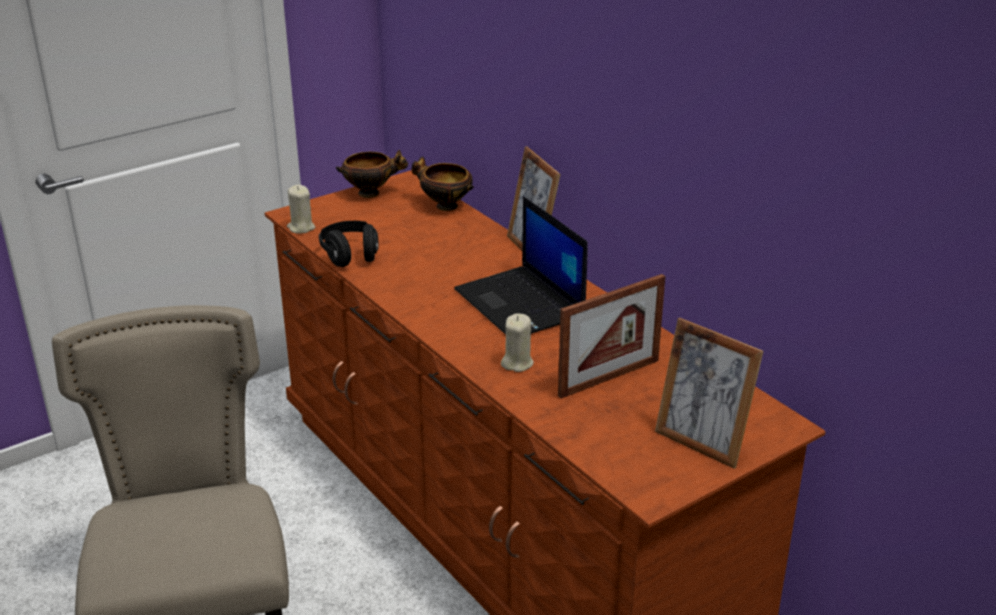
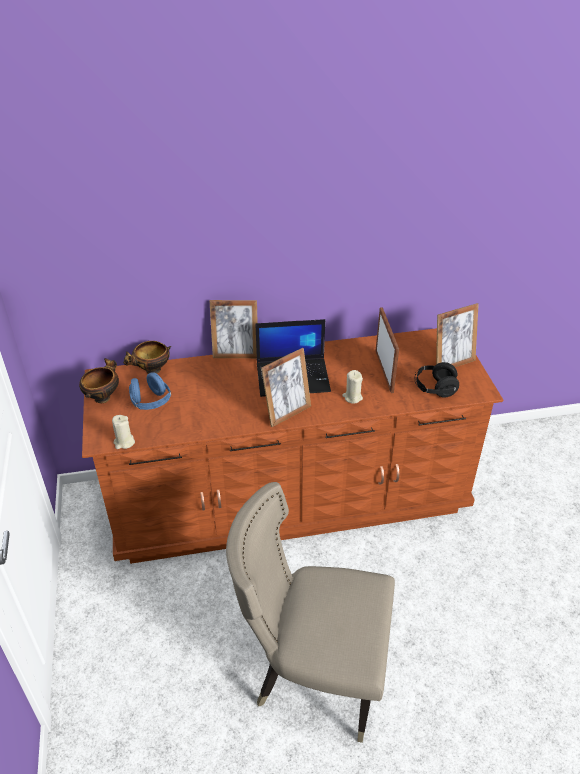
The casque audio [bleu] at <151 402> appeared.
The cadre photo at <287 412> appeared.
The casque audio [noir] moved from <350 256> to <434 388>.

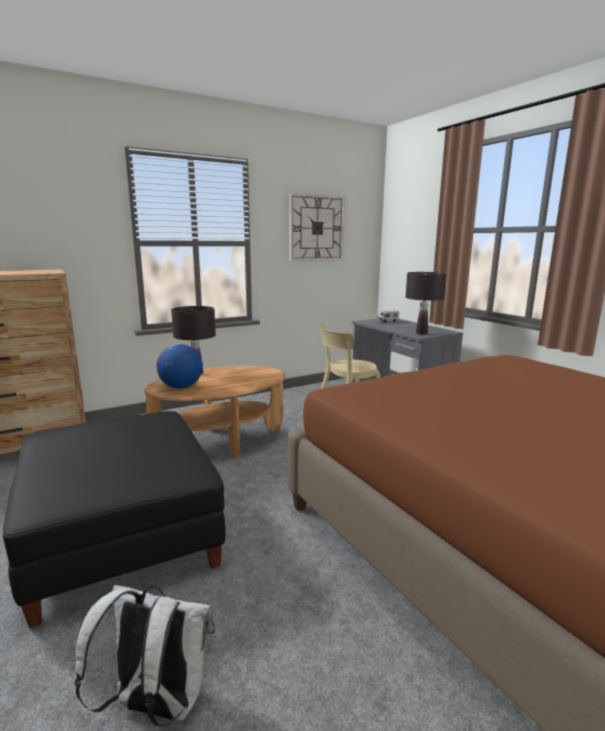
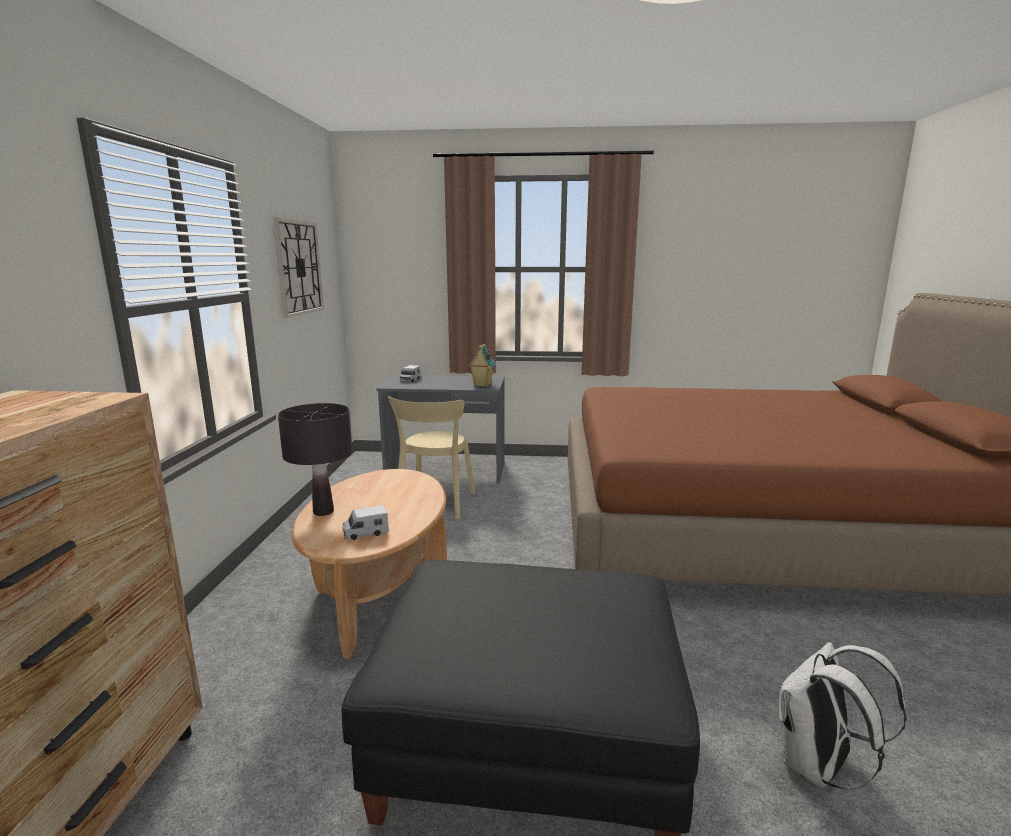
The globe at <181 387> was replaced by the camion jouet at <365 533>.
The lampe de table [noir] at <421 333> was replaced by the maison miniature at <482 385>.

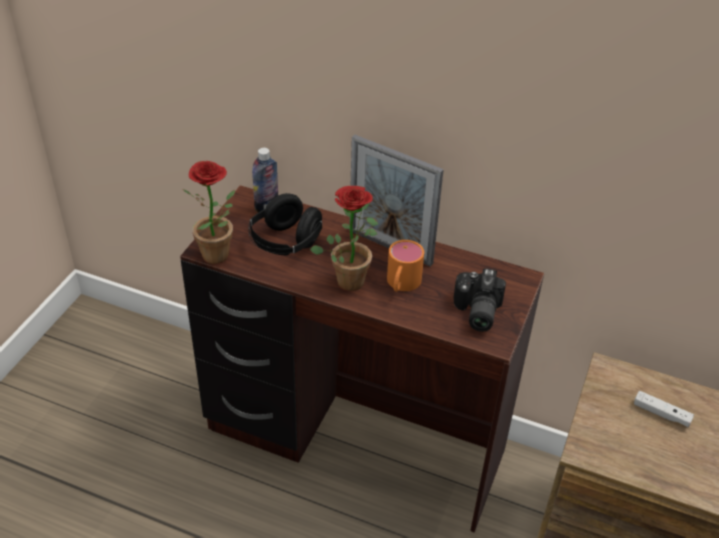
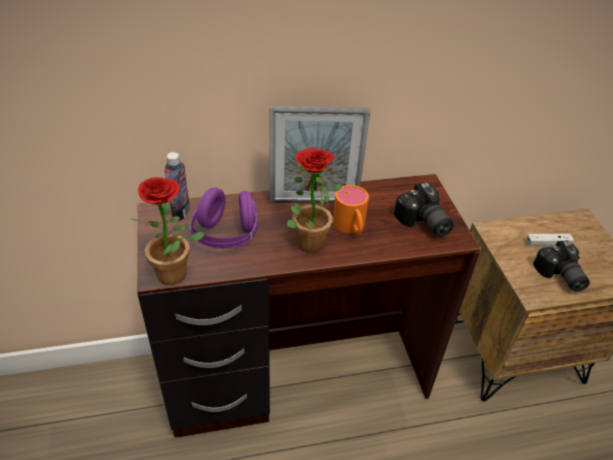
The casque audio [noir] at <285 243> became the casque audio [violet] at <226 235>.
The appareil photo at <559 276> appeared.

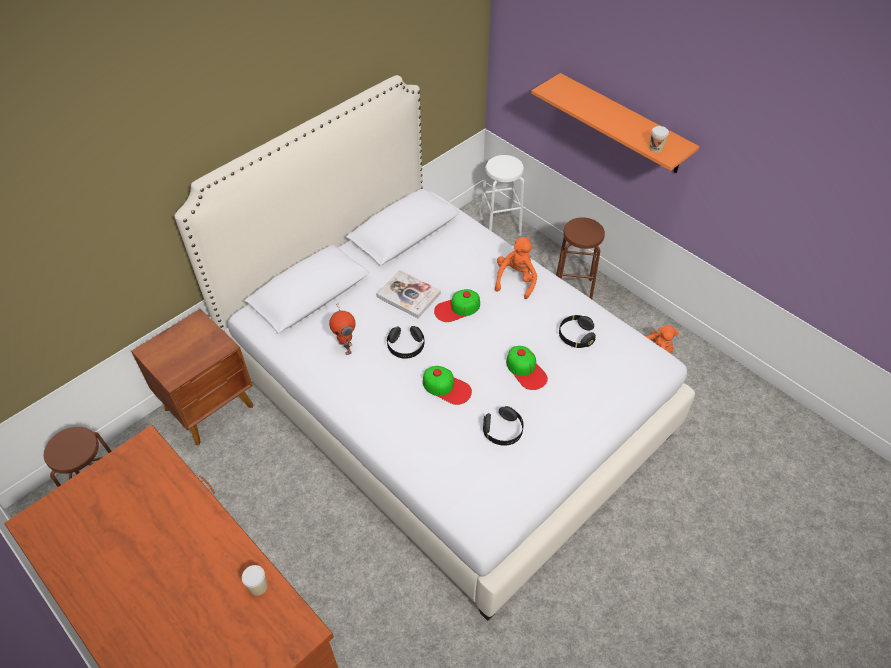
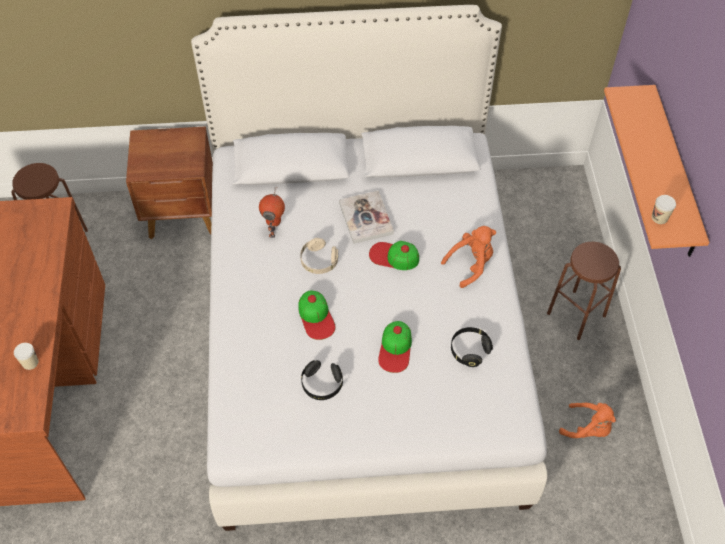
The casque audio [noir] at <406 347> became the casque audio [beige] at <319 261>.
The tabouret [blanc] at <500 226> disappeared.

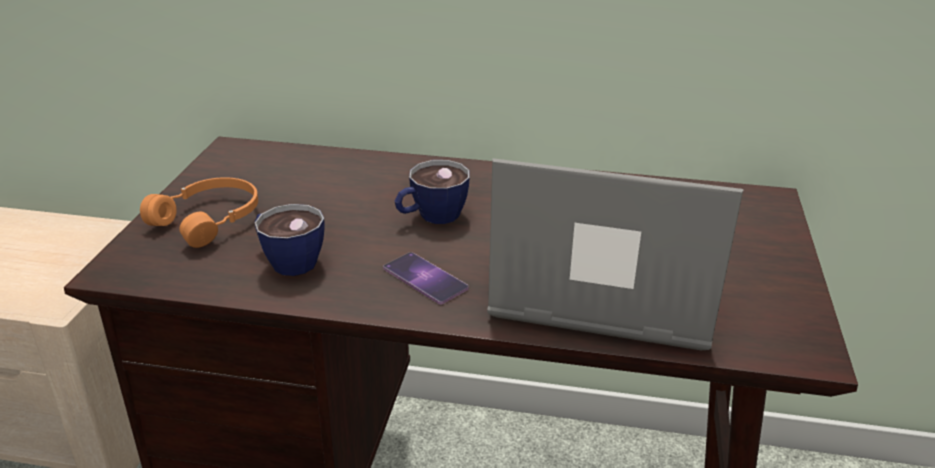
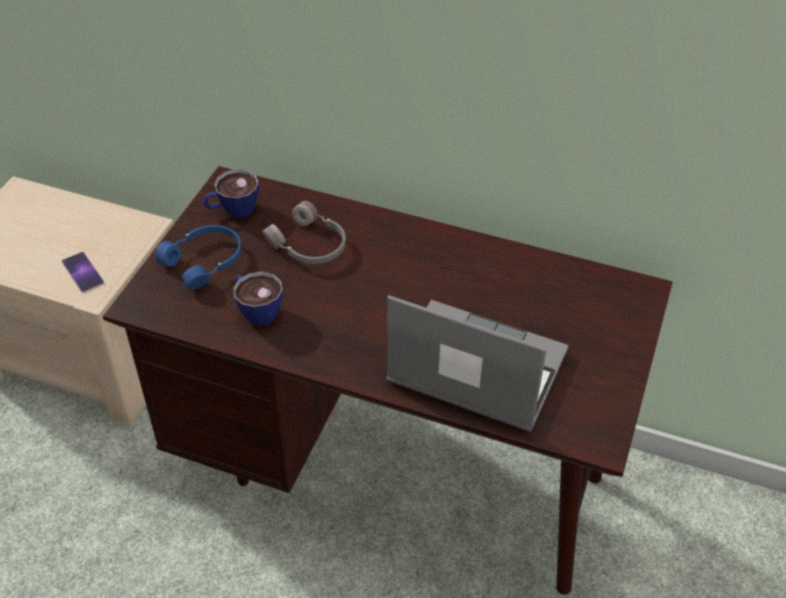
The téléphone moved from <425 278> to <82 272>.
The casque audio [orange] at <210 220> became the casque audio [bleu] at <205 262>.
The tasse moved from <431 217> to <233 210>.
The casque audio [gris] at <308 246> appeared.

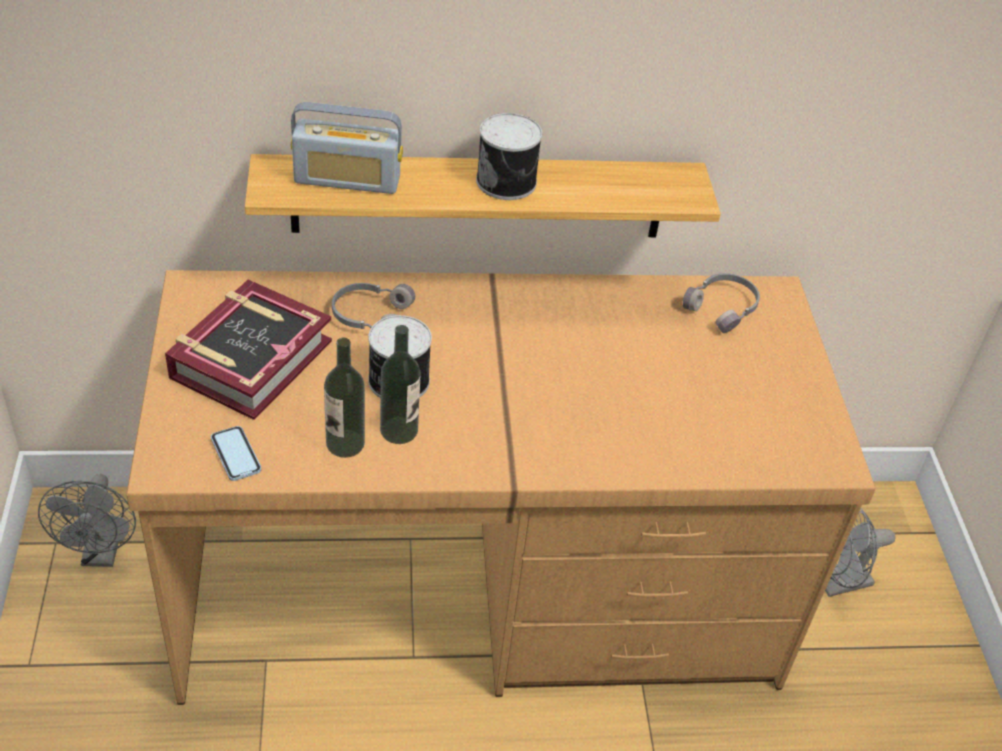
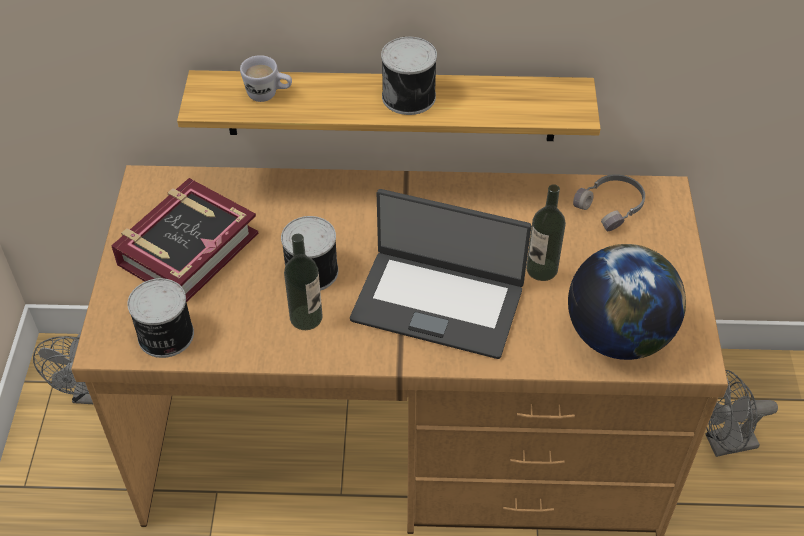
The téléphone at <236 455> was replaced by the boîte métallique at <165 336>.
The radio at <347 180> was replaced by the mug [blanc] at <268 95>.
The ordinateur portable at <438 302> appeared.
The bouteille moved from <345 443> to <541 269>.
The globe at <617 336> appeared.
The casque audio [gris] at <371 315> disappeared.

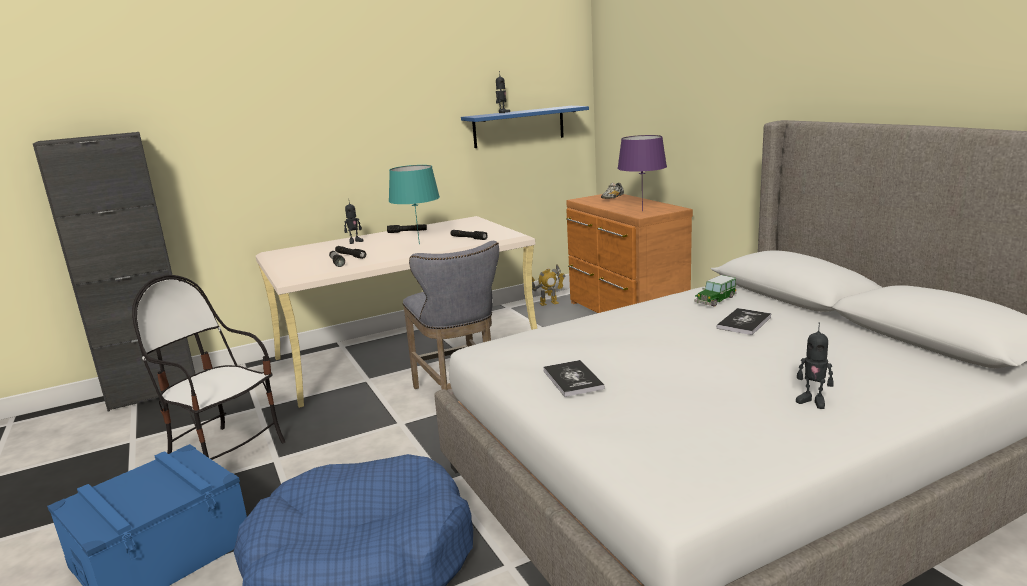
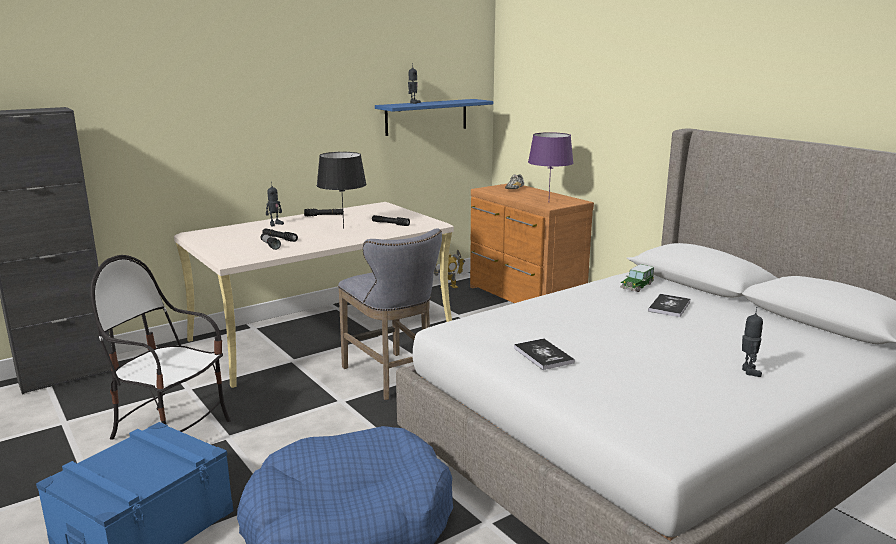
The lampe de table [turquoise] at <419 244> became the lampe de table [noir] at <343 228>.
The robot jouet at <812 401> turned 120 degrees counterclockwise.

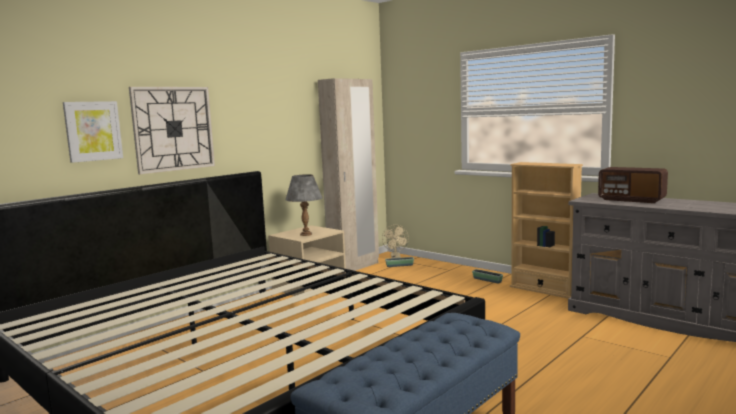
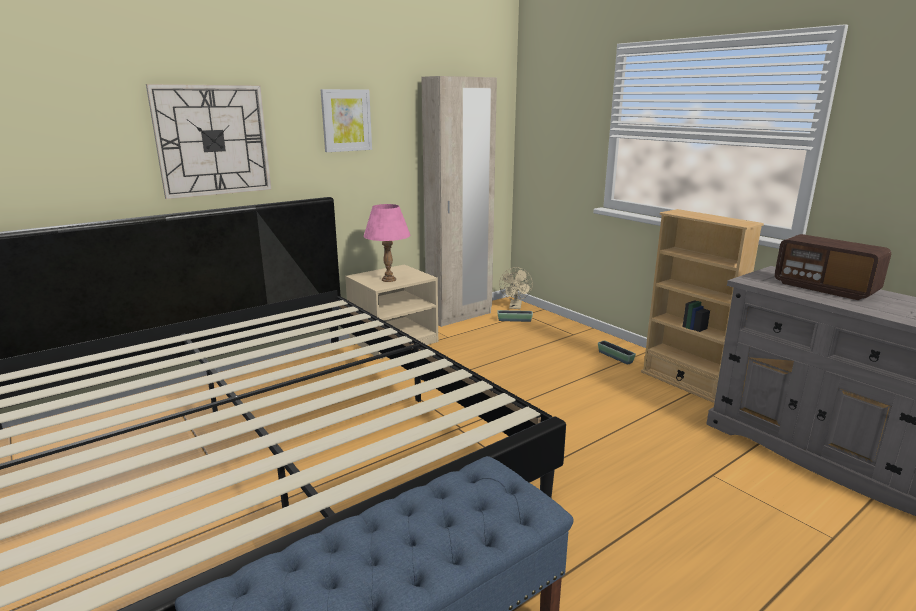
The tableau moved from <93 131> to <346 120>.
The lampe de table [gris] at <306 234> became the lampe de table [rose] at <389 279>.

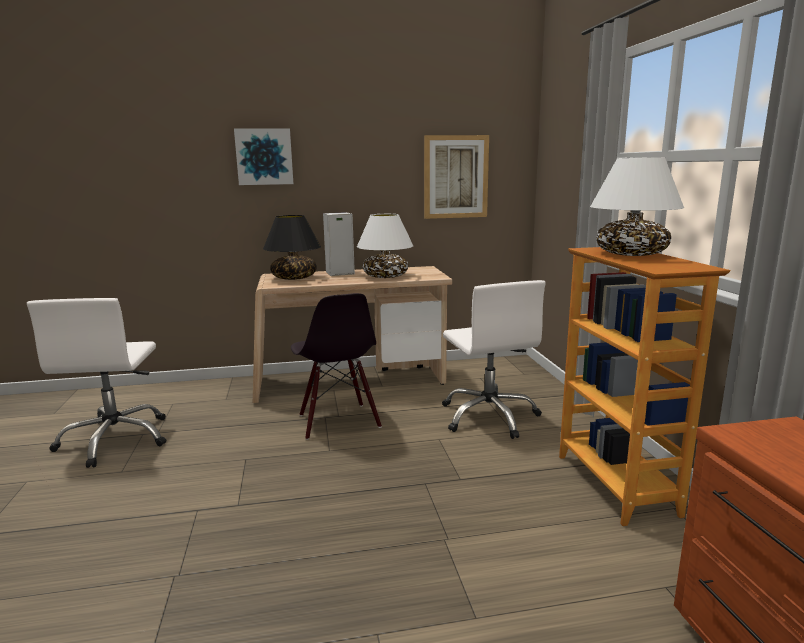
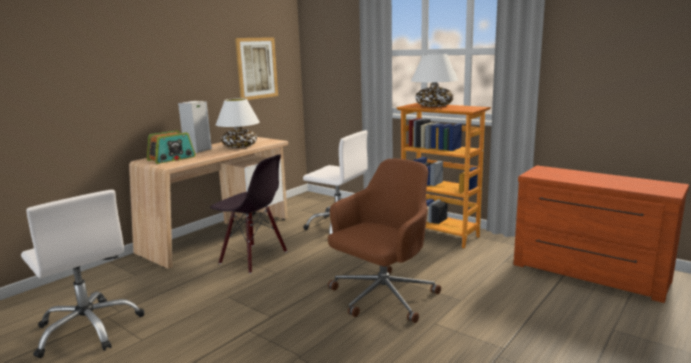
The lampe de table [noir] at <294 278> was replaced by the radio at <172 158>.
The chaise de bureau [marron] at <382 297> appeared.
The tableau at <264 157> disappeared.

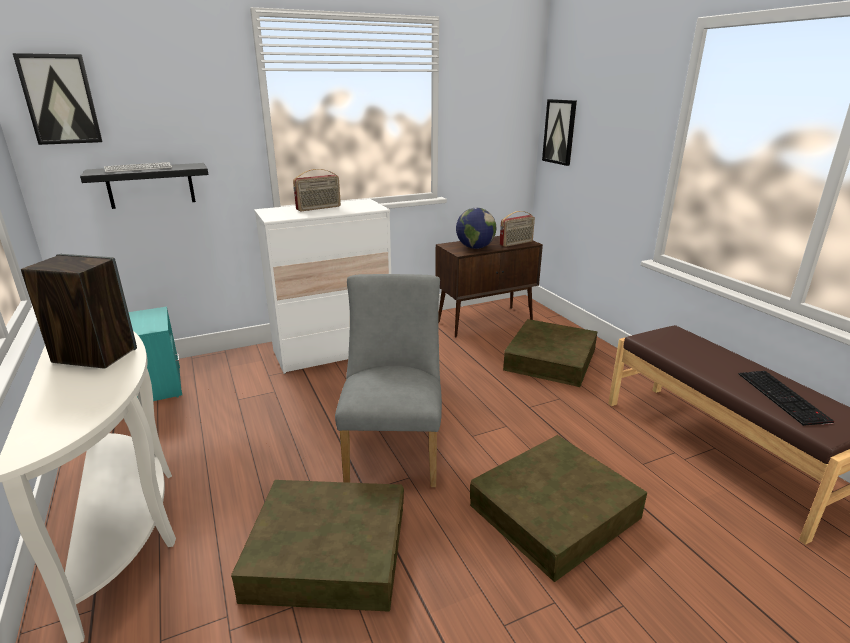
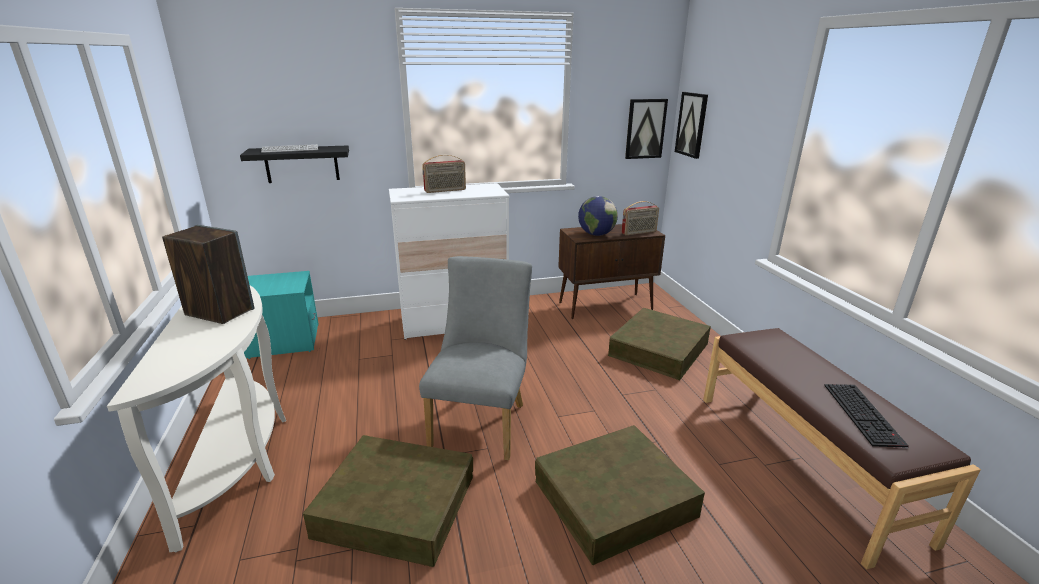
The tableau moved from <60 99> to <645 129>.

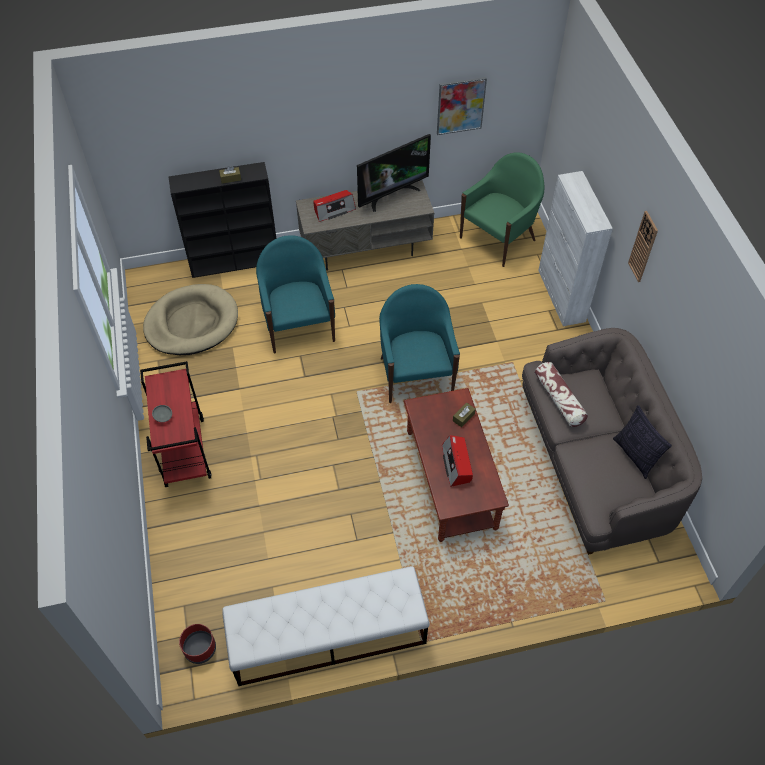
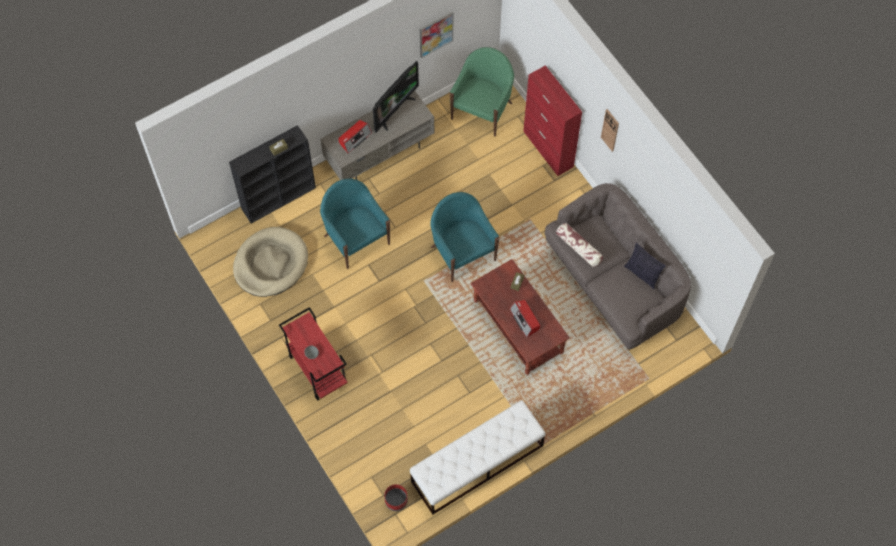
The meuble de rangement [blanc] at <561 296> became the meuble de rangement [rouge] at <548 149>.

